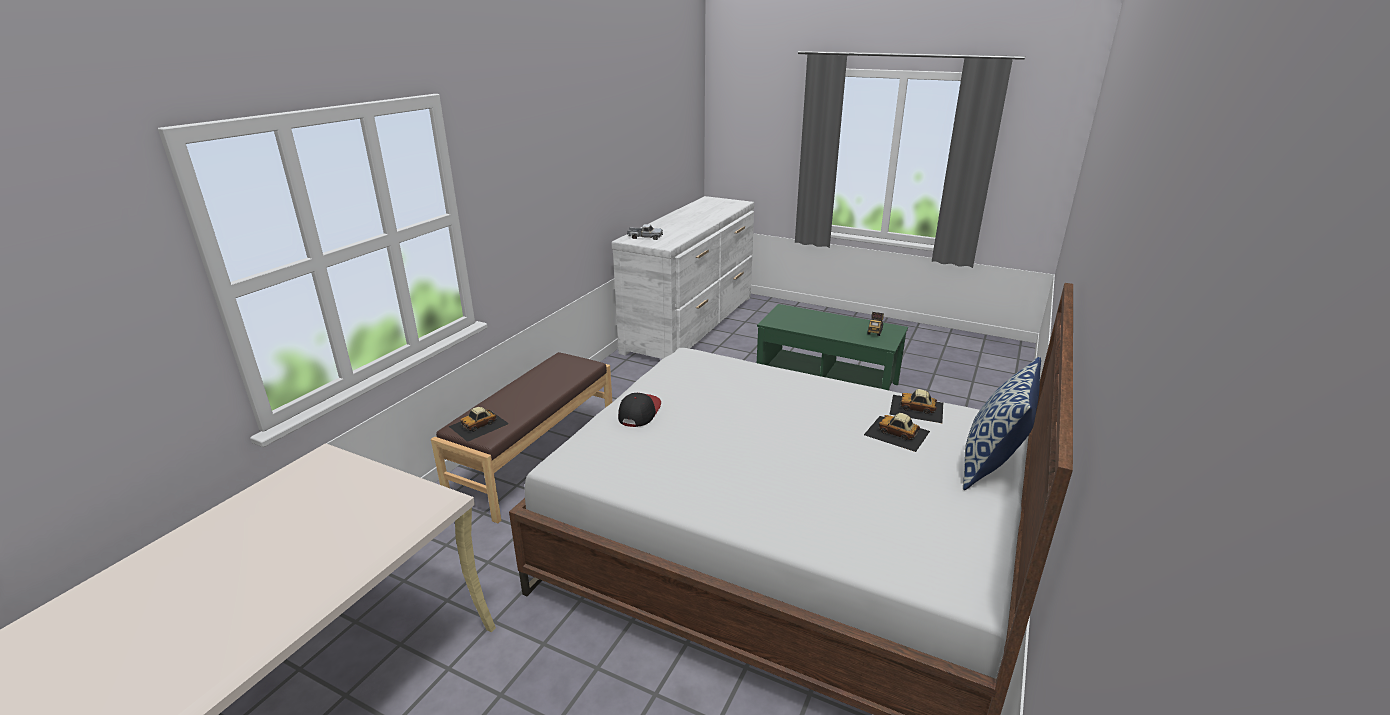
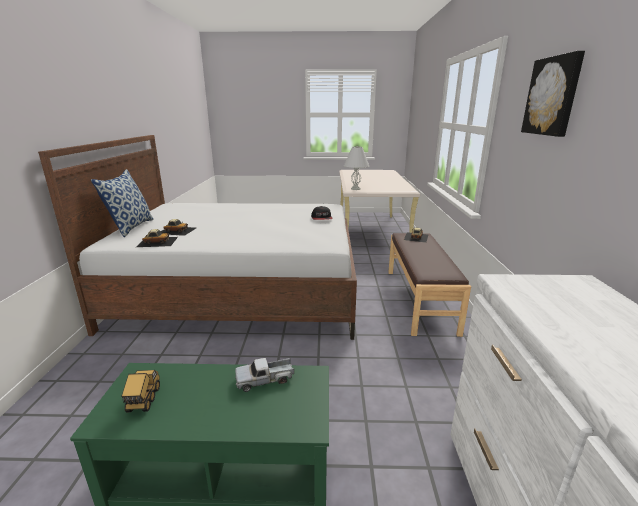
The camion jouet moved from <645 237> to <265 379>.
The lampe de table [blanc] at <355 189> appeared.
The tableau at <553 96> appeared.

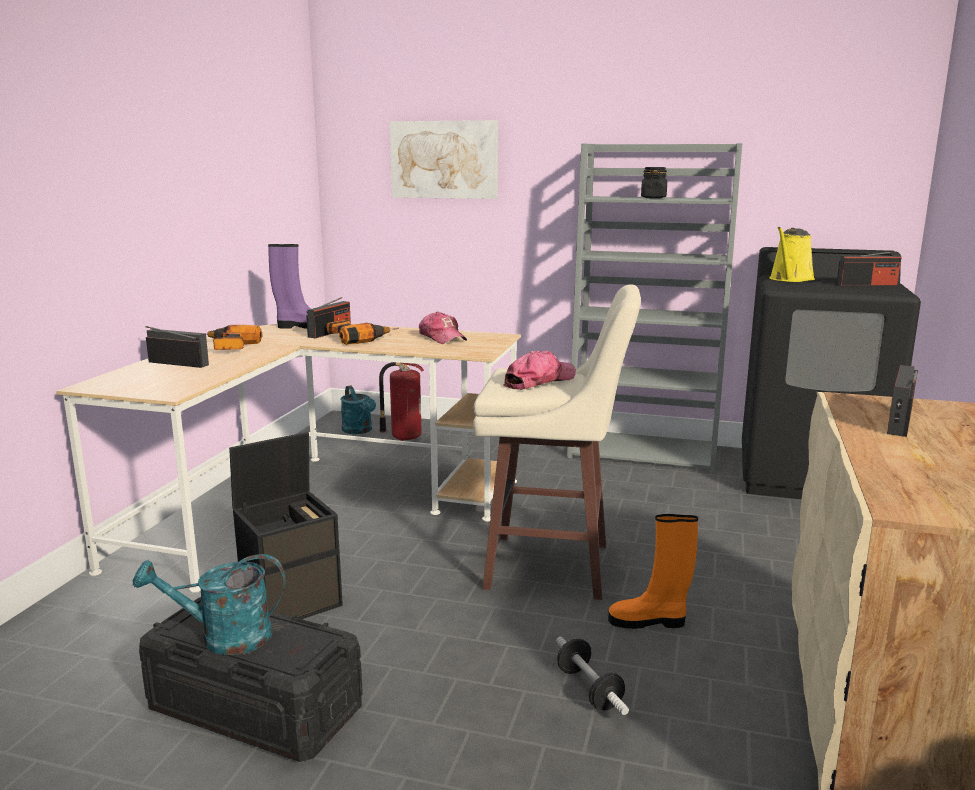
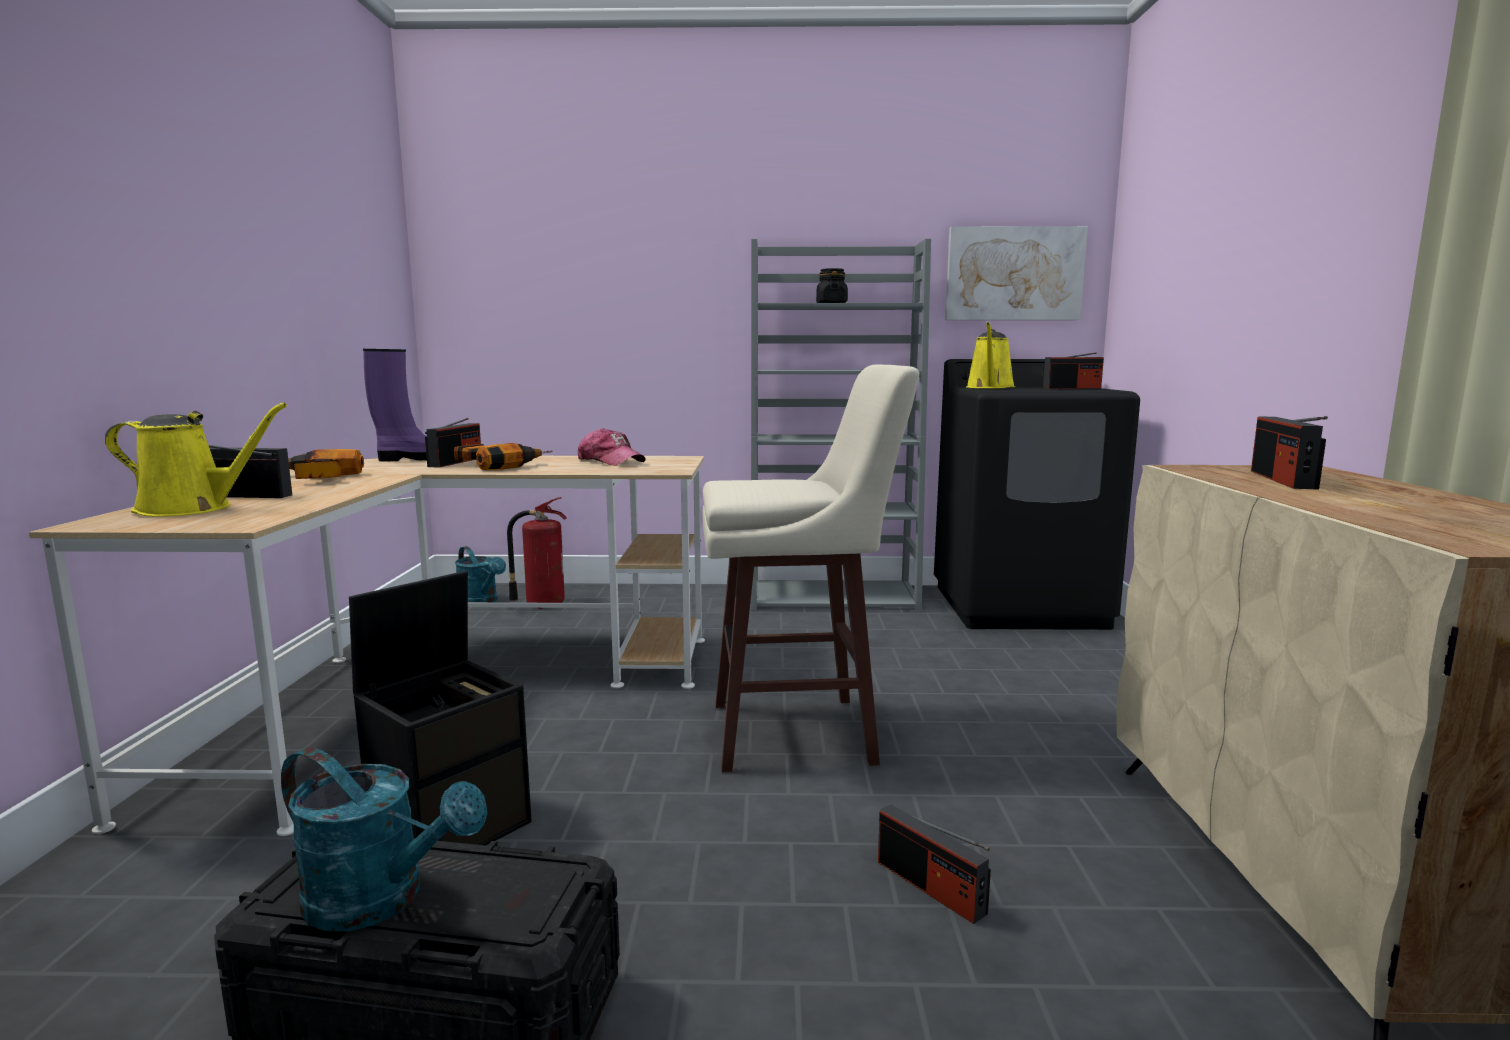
The arrosoir [jaune] at <192 509> appeared.
The arrosoir [turquoise] at <223 638> turned 135 degrees counterclockwise.
The haltère at <589 689> was replaced by the radio at <930 887>.
The tableau moved from <444 159> to <1014 274>.
The casquette at <539 381> disappeared.
The botte [orange] at <649 621> disappeared.

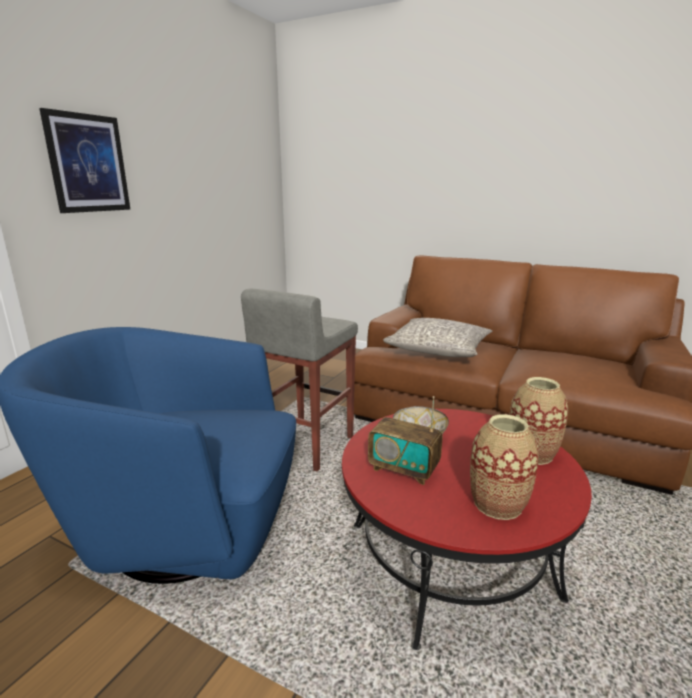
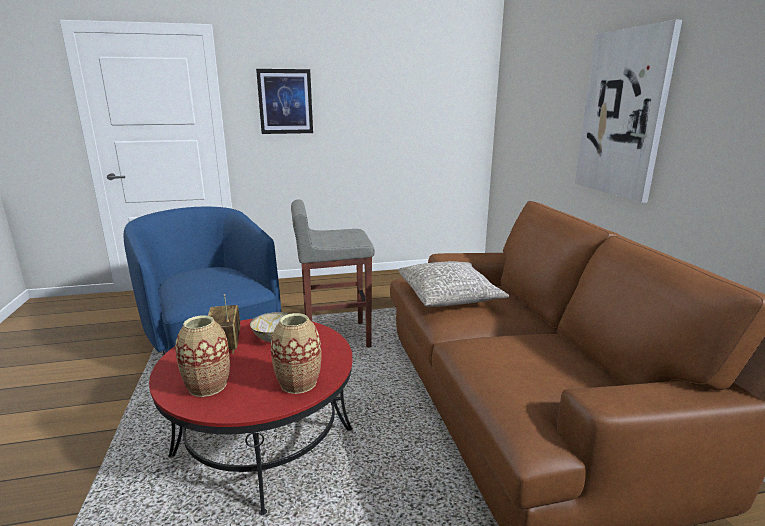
The tableau at <623 114> appeared.

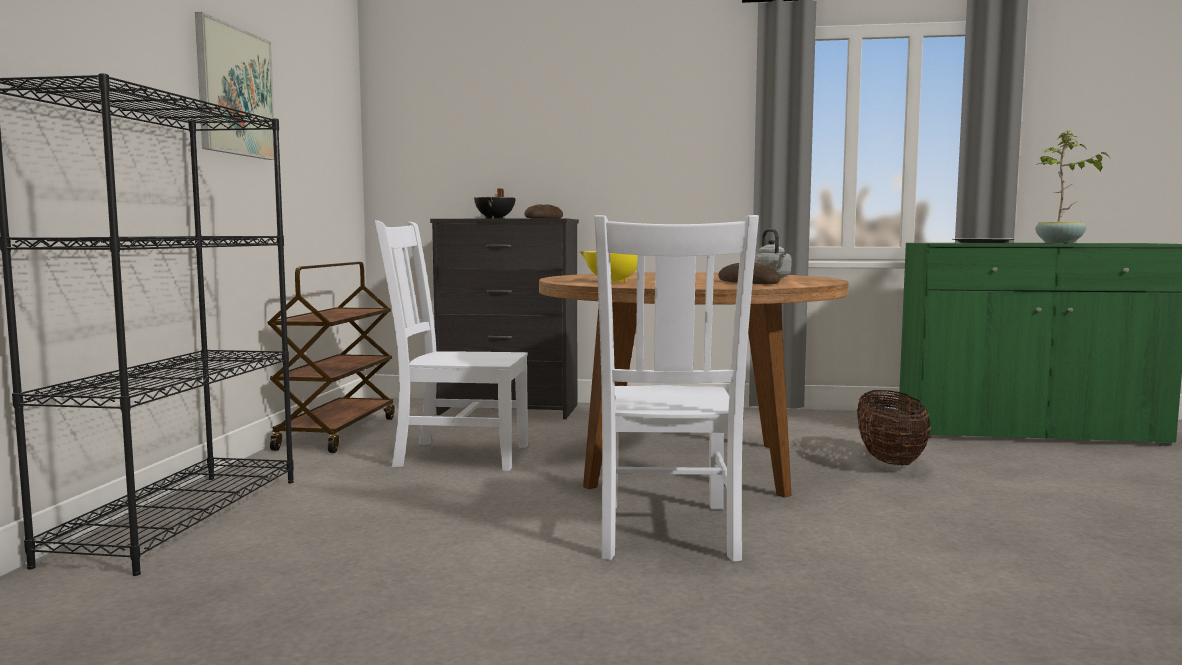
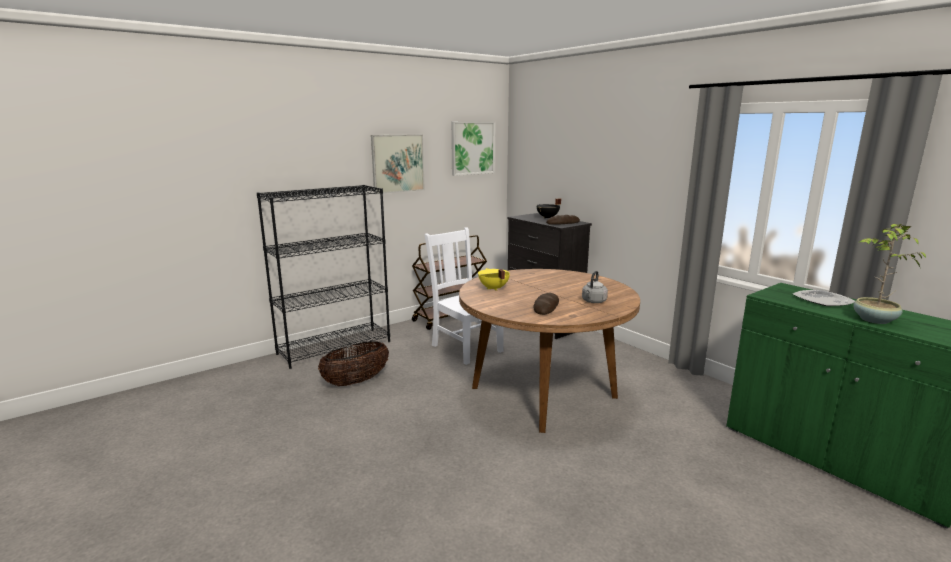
The panier moved from <890 461> to <356 381>.
The tableau at <472 148> appeared.
The chaise [blanc] at <666 533> disappeared.

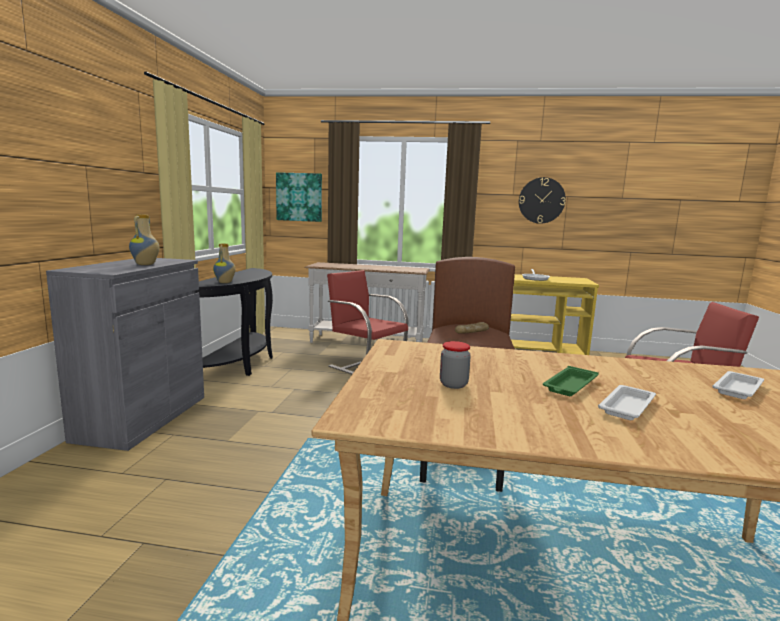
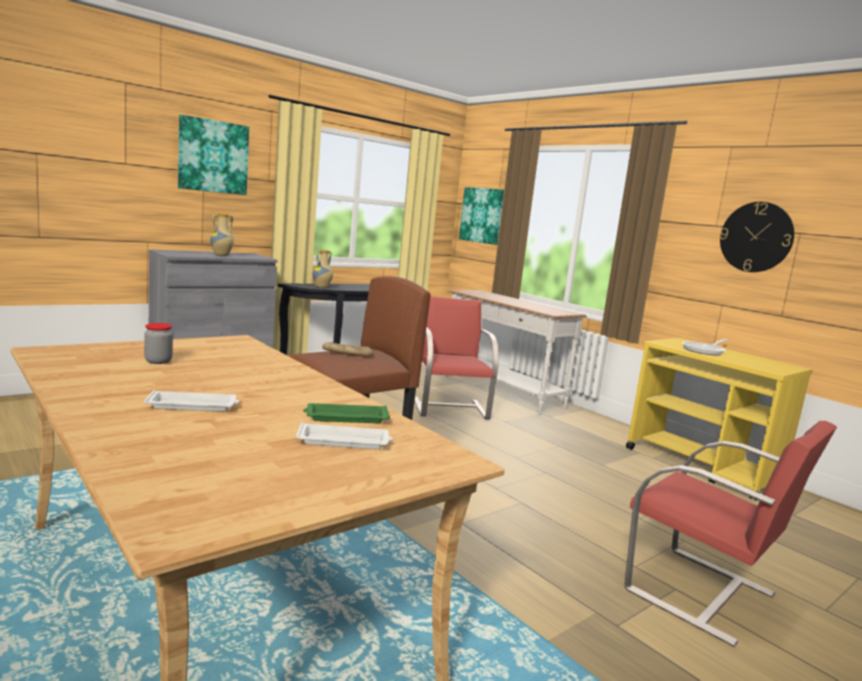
The tableau at <213 156> appeared.
The plateau [vert] moved from <570 386> to <345 418>.

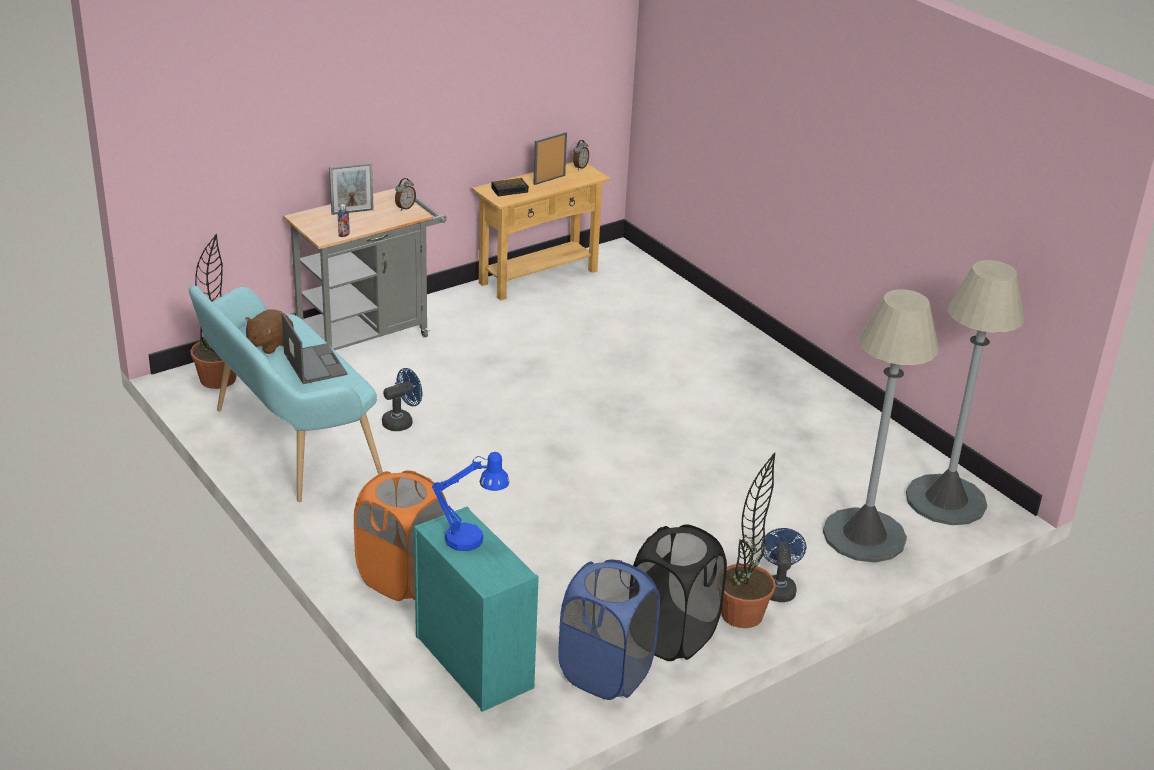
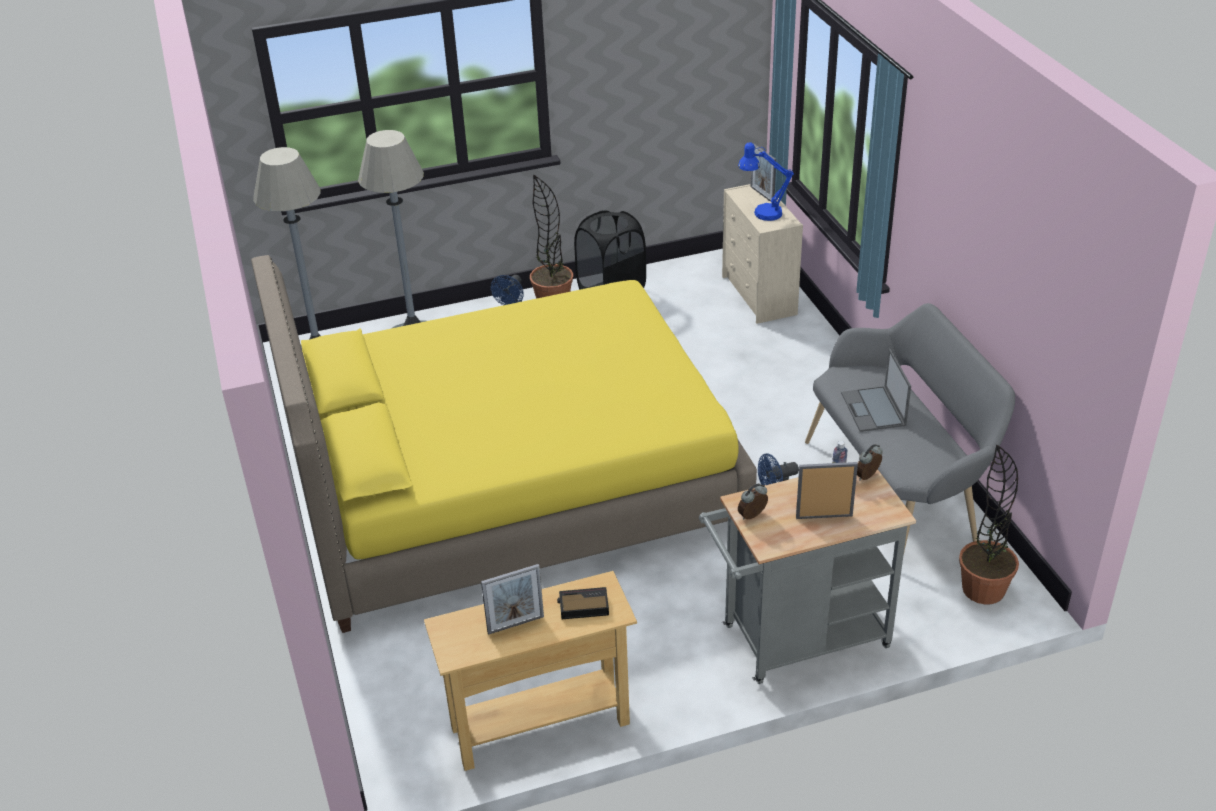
The lit [jaune] at <512 486> appeared.
The commode [turquoise] at <472 661> became the commode [beige] at <759 296>.
The cadre photo at <762 194> appeared.
The banc [turquoise] at <287 444> became the banc [gris] at <898 491>.
The réveil moved from <580 167> to <868 477>.
The peluche [marron] at <269 344> disappeared.
The panier à linge [orange] at <403 578> disappeared.
The panier à linge [bleu] at <606 673> disappeared.

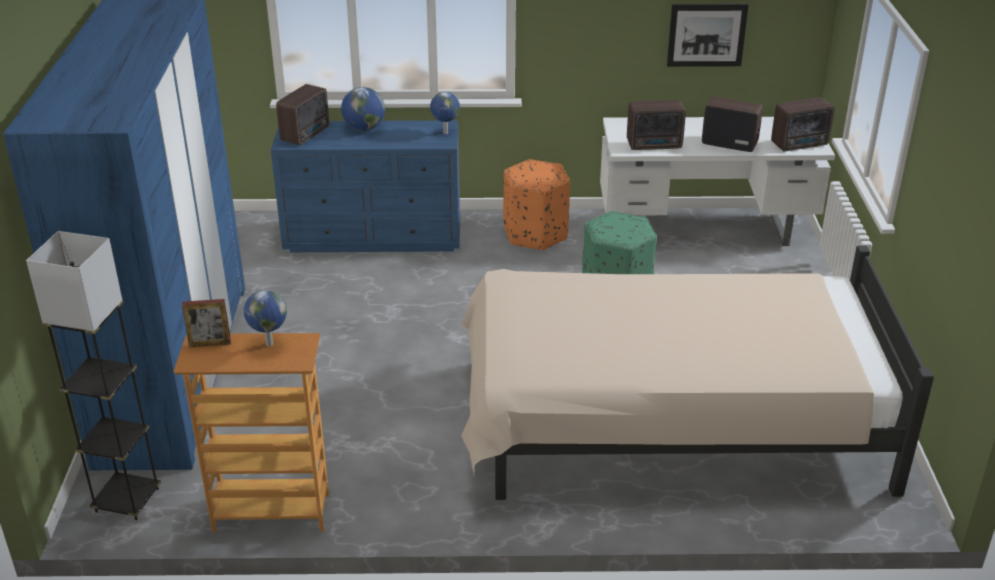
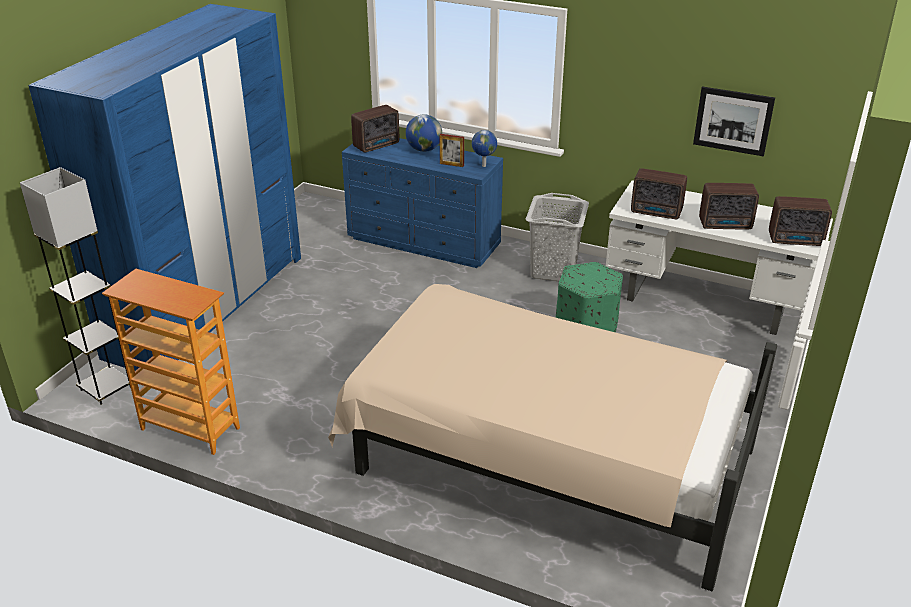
The cadre photo moved from <210 344> to <451 164>.
The pouf [orange] at <536 234> was replaced by the panier à linge [gris] at <554 270>.
The radio at <728 143> turned 135 degrees clockwise.
The globe at <268 344> disappeared.

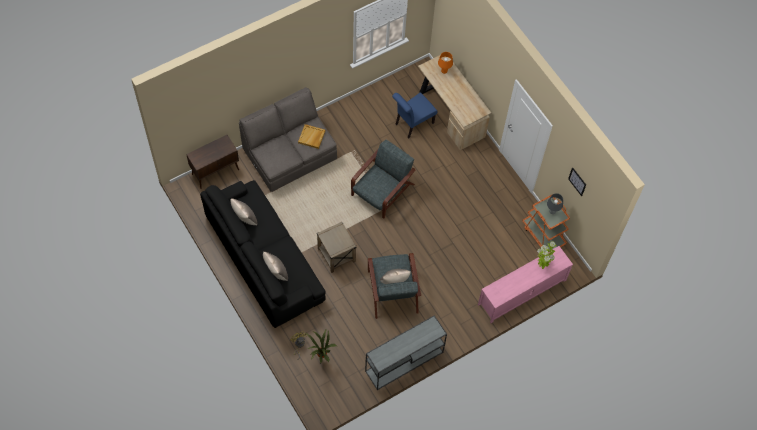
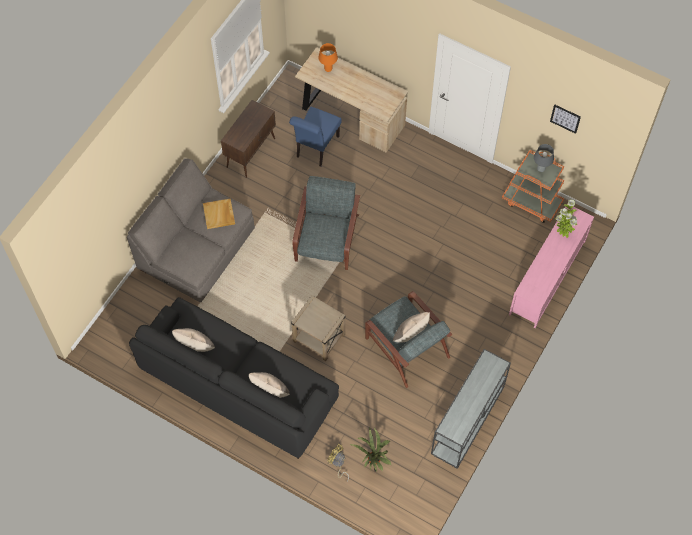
The meuble de rangement [marron] moved from <216 172> to <251 152>.

